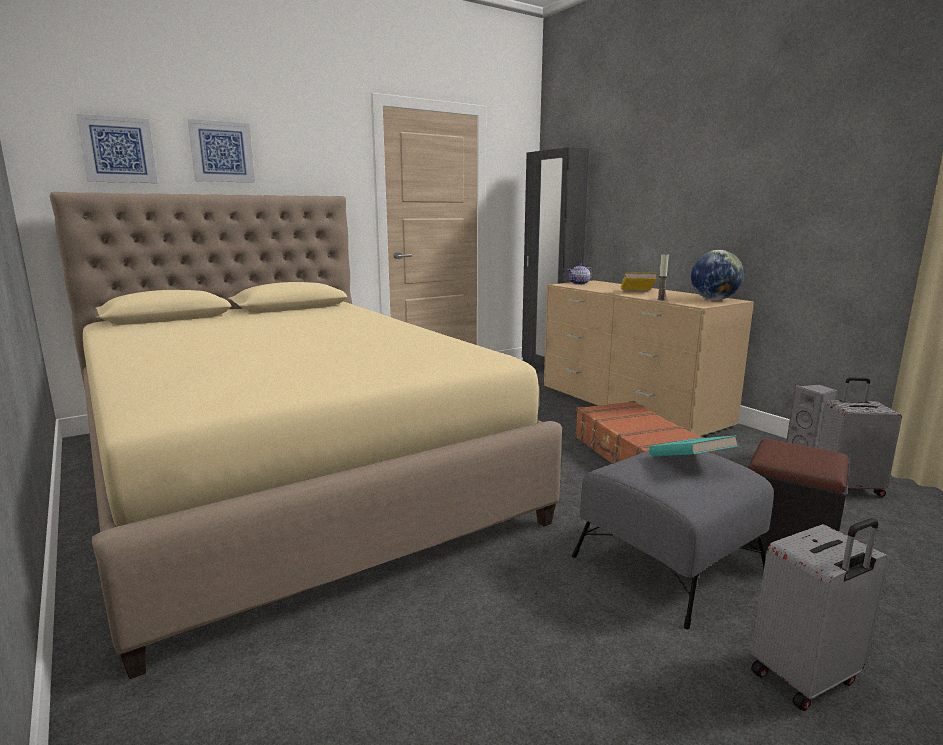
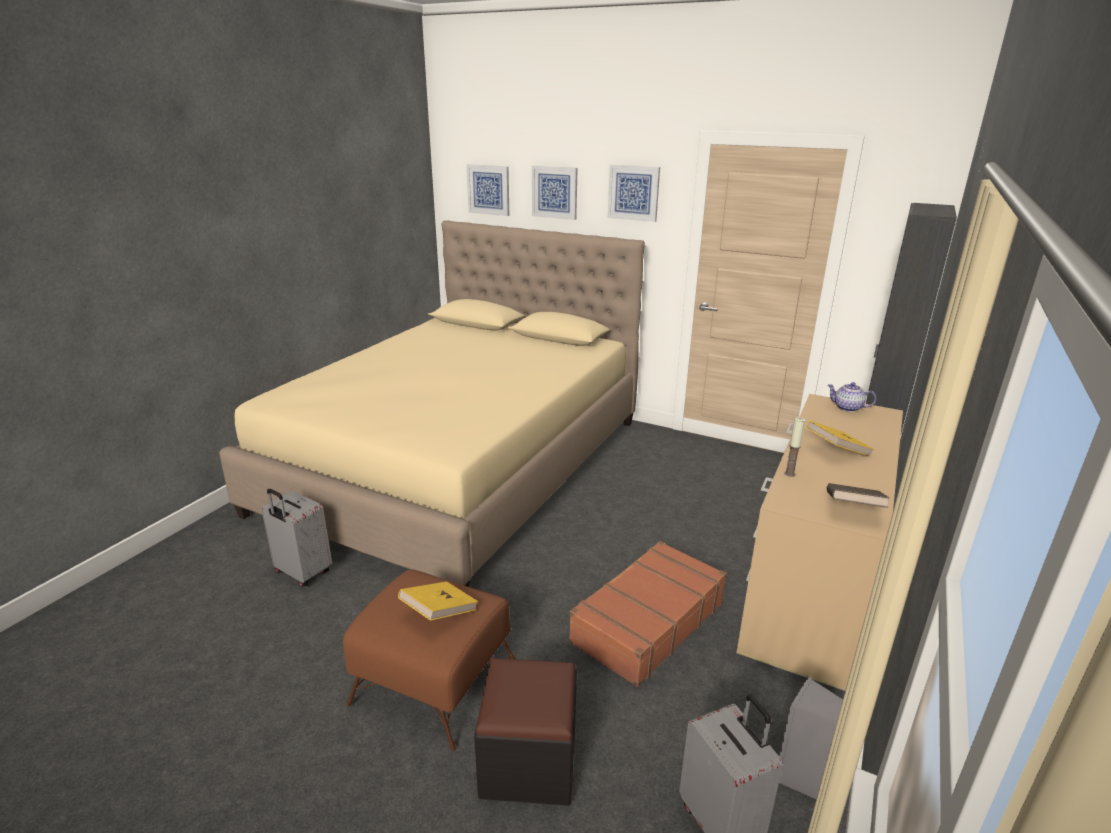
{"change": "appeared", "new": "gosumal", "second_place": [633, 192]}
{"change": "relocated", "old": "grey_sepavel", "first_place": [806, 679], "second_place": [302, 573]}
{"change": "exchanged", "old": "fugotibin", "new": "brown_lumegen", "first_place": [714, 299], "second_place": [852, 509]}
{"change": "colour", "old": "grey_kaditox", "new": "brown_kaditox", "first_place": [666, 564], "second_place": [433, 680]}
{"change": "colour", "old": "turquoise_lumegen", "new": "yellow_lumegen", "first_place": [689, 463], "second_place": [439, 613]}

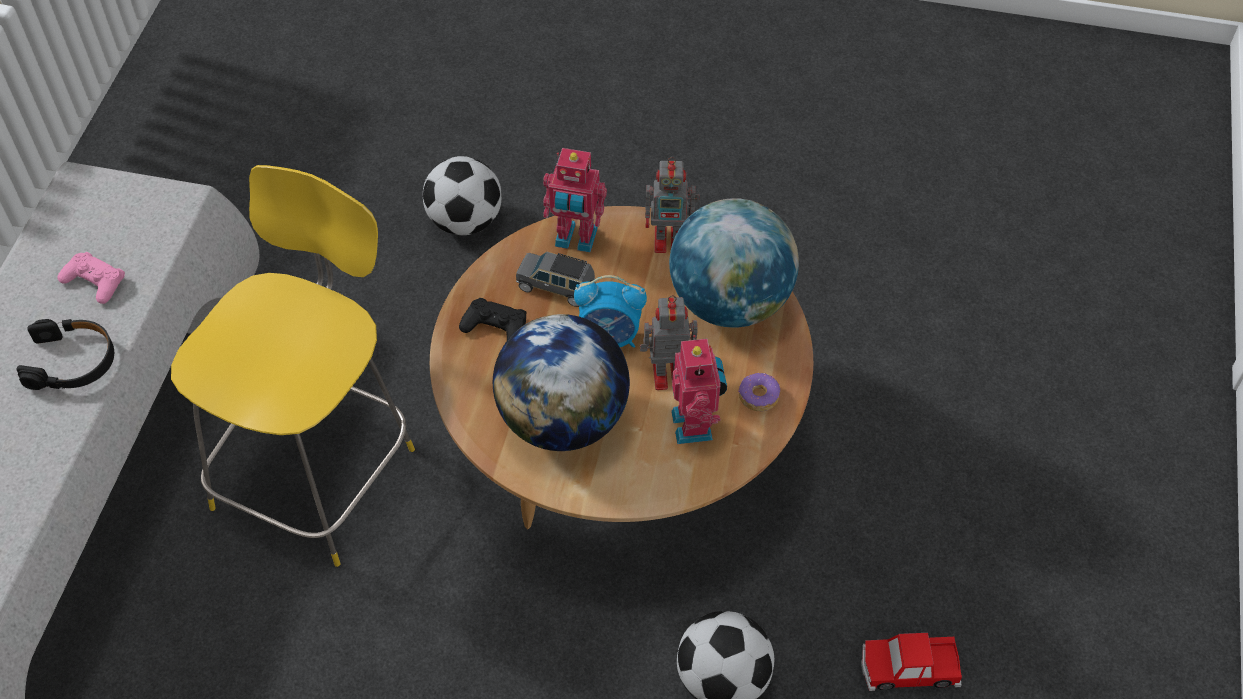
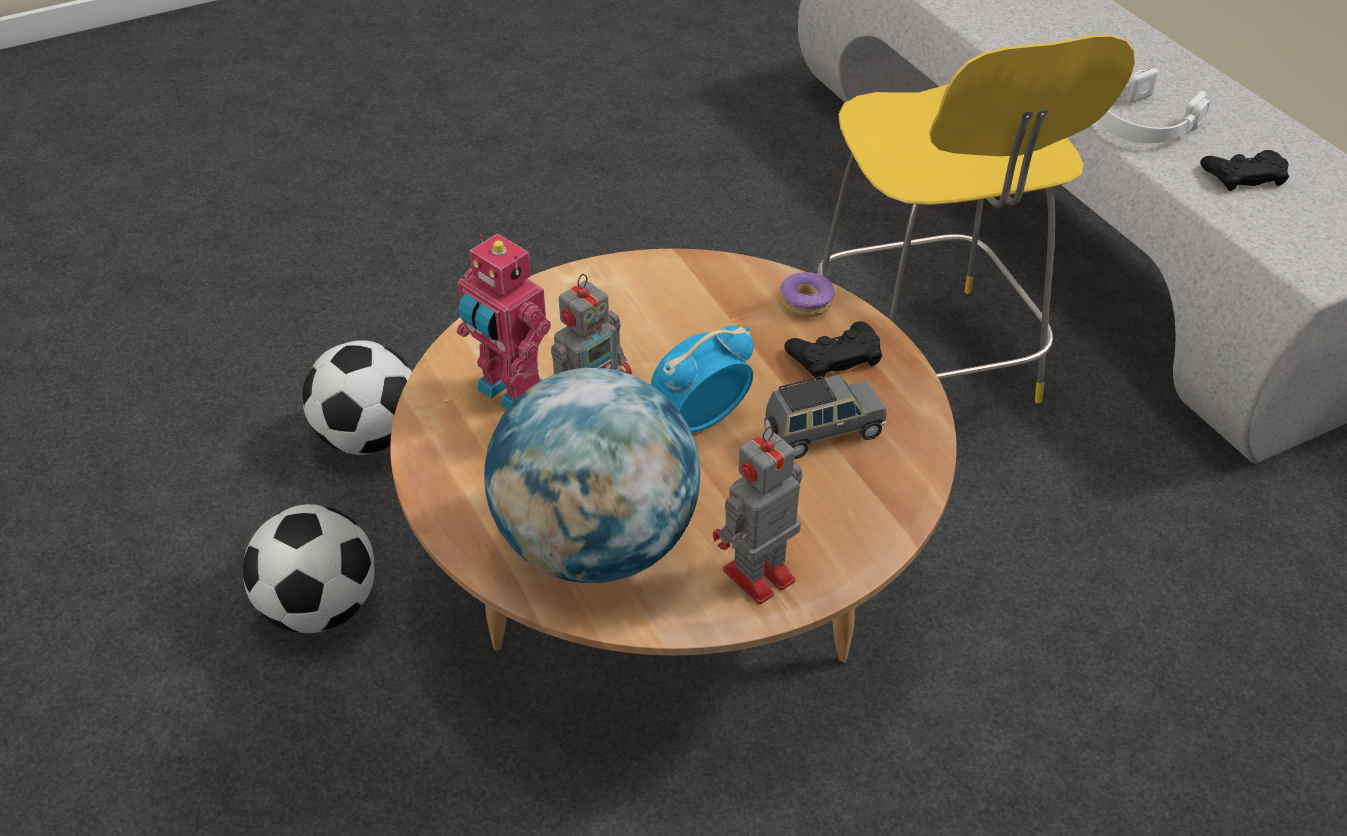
{"change": "missing", "old": "fugotibin", "first_place": [563, 419]}
{"change": "missing", "old": "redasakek", "first_place": [575, 239]}
{"change": "missing", "old": "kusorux", "first_place": [909, 668]}
{"change": "relocated", "old": "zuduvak", "first_place": [465, 221], "second_place": [321, 608]}
{"change": "relocated", "old": "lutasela", "first_place": [758, 396], "second_place": [806, 302]}
{"change": "colour", "old": "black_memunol", "new": "white_memunol", "first_place": [72, 361], "second_place": [1144, 123]}
{"change": "colour", "old": "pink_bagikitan", "new": "black_bagikitan", "first_place": [94, 281], "second_place": [1244, 175]}

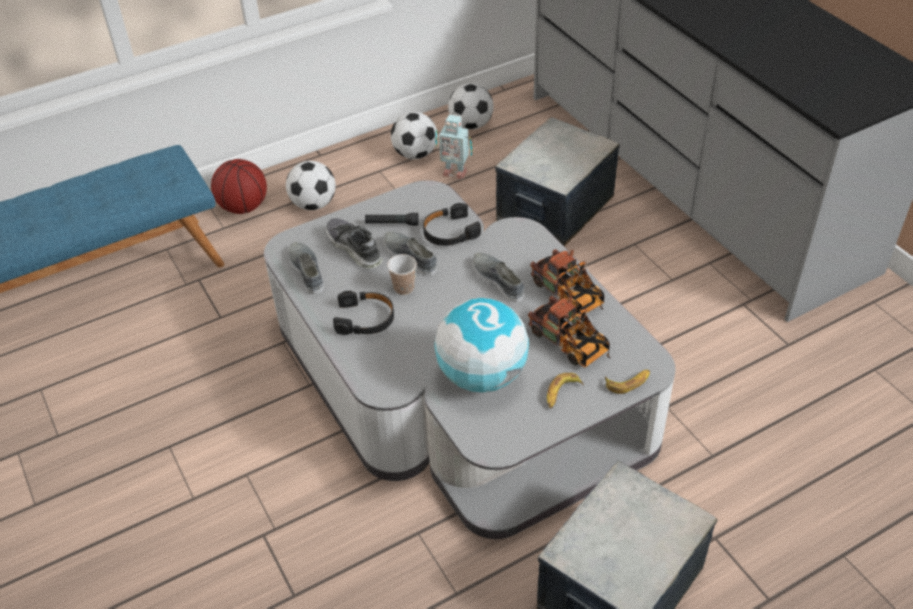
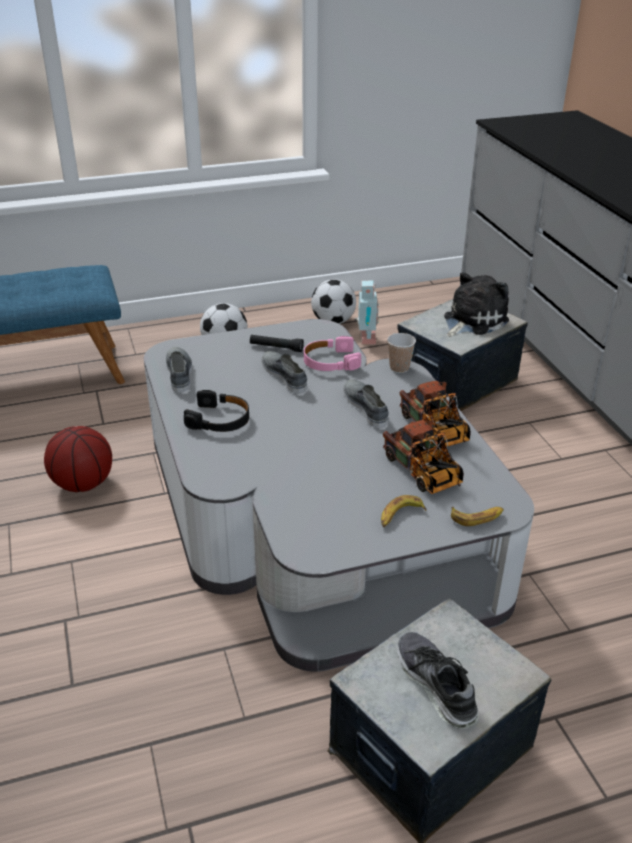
{"change": "missing", "old": "fugotibin", "first_place": [481, 375]}
{"change": "missing", "old": "zuduvak", "first_place": [471, 125]}
{"change": "appeared", "new": "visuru", "second_place": [472, 321]}
{"change": "relocated", "old": "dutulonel", "first_place": [243, 206], "second_place": [83, 483]}
{"change": "relocated", "old": "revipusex", "first_place": [354, 248], "second_place": [435, 685]}
{"change": "relocated", "old": "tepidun", "first_place": [404, 288], "second_place": [399, 368]}
{"change": "colour", "old": "black_memunol", "new": "pink_memunol", "first_place": [449, 232], "second_place": [330, 362]}
{"change": "spun", "old": "redasakek", "first_place": [454, 172], "second_place": [366, 340], "degrees": -120}

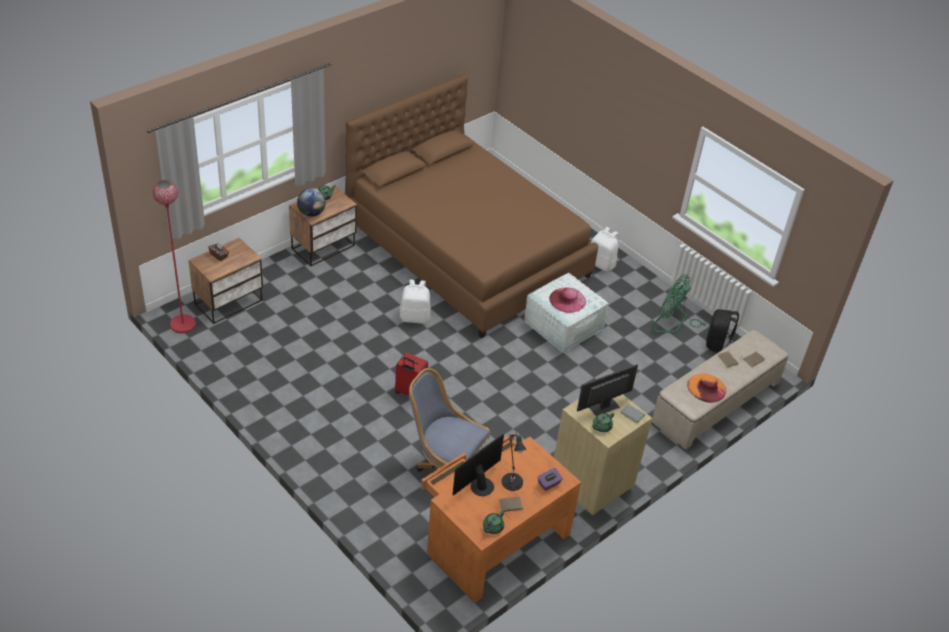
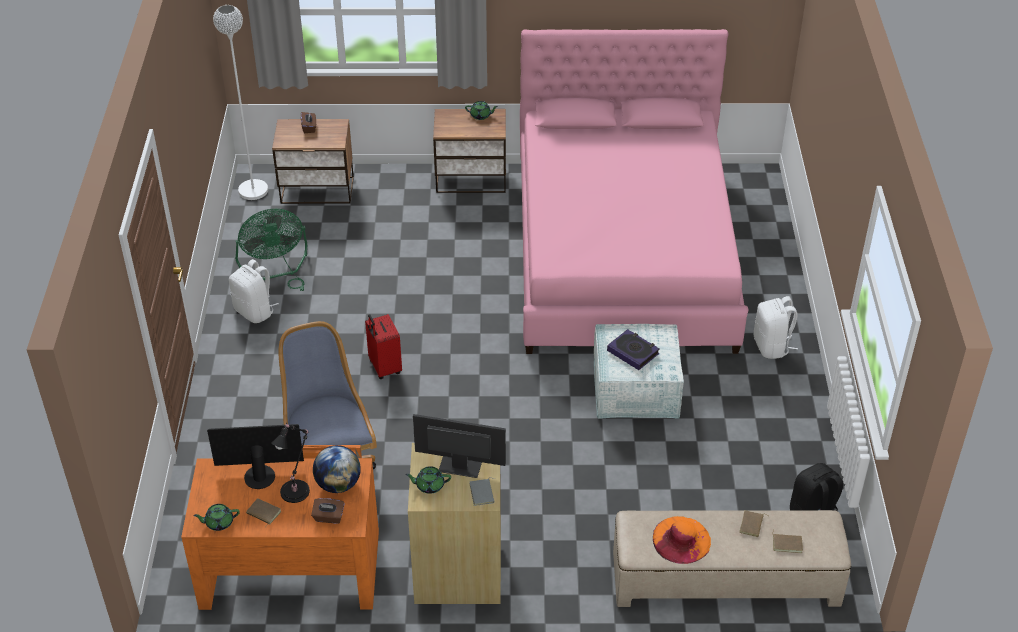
{"change": "relocated", "old": "fugotibin", "first_place": [311, 213], "second_place": [338, 484]}
{"change": "relocated", "old": "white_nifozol", "first_place": [415, 317], "second_place": [255, 311]}
{"change": "relocated", "old": "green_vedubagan", "first_place": [674, 320], "second_place": [279, 270]}
{"change": "exchanged", "old": "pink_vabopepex", "new": "lumegen", "first_place": [567, 300], "second_place": [633, 352]}
{"change": "colour", "old": "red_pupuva", "new": "white_pupuva", "first_place": [183, 324], "second_place": [253, 190]}
{"change": "colour", "old": "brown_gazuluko", "new": "pink_gazuluko", "first_place": [466, 249], "second_place": [624, 253]}
{"change": "colour", "old": "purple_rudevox", "new": "brown_rudevox", "first_place": [549, 484], "second_place": [328, 517]}

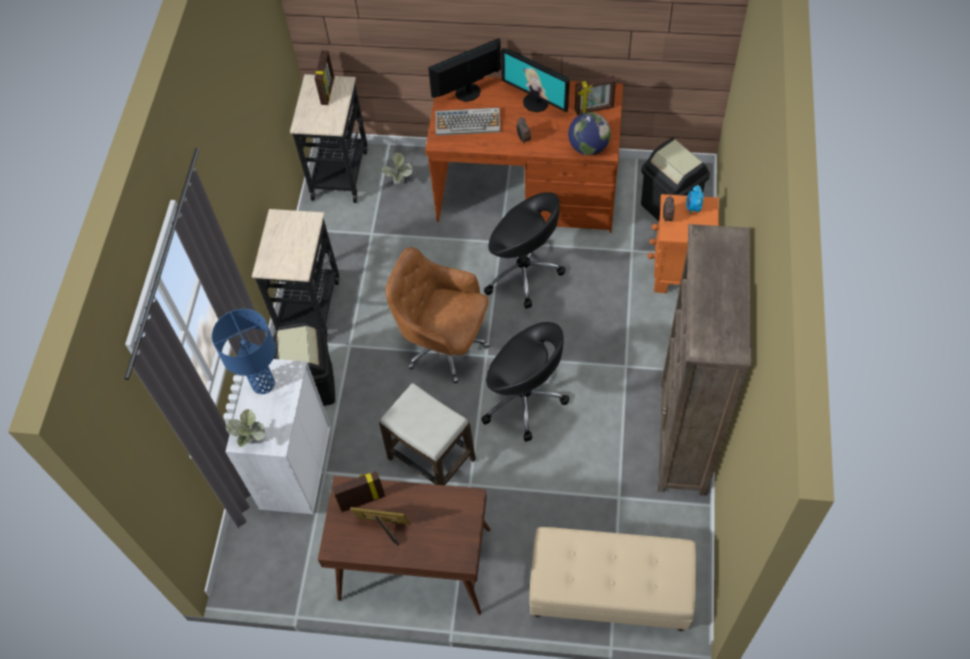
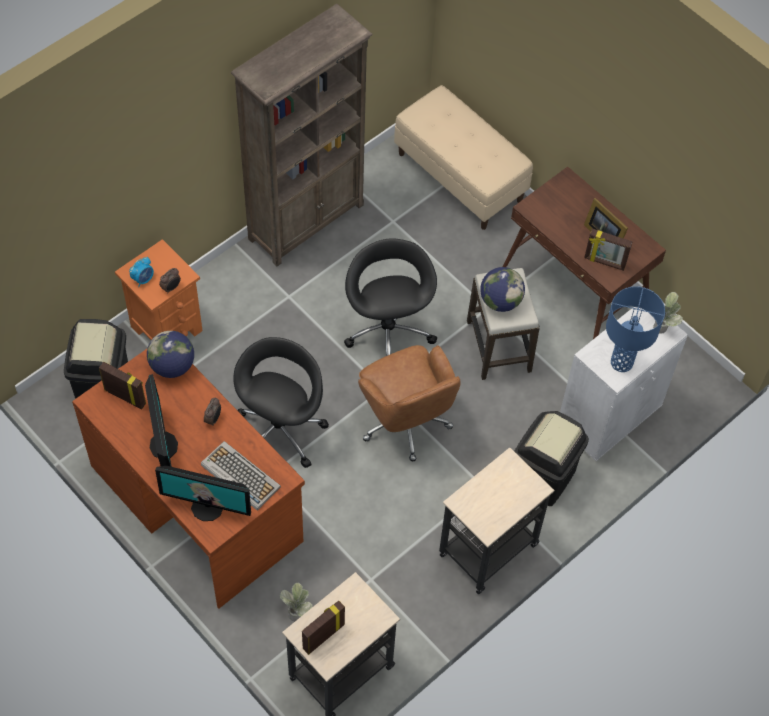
{"change": "appeared", "new": "fugotibin", "second_place": [500, 301]}
{"change": "spun", "old": "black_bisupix", "first_place": [524, 273], "second_place": [281, 429], "degrees": 45}

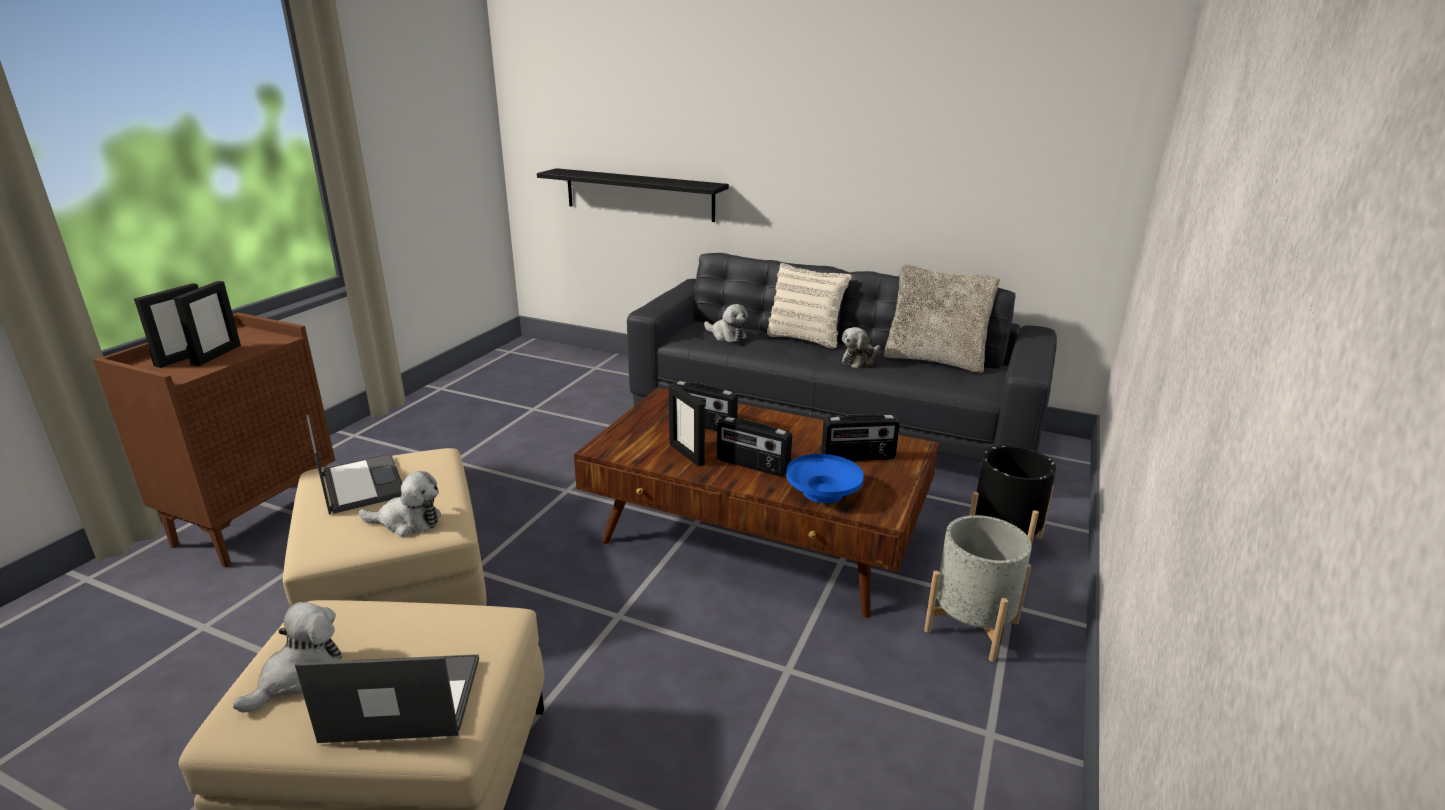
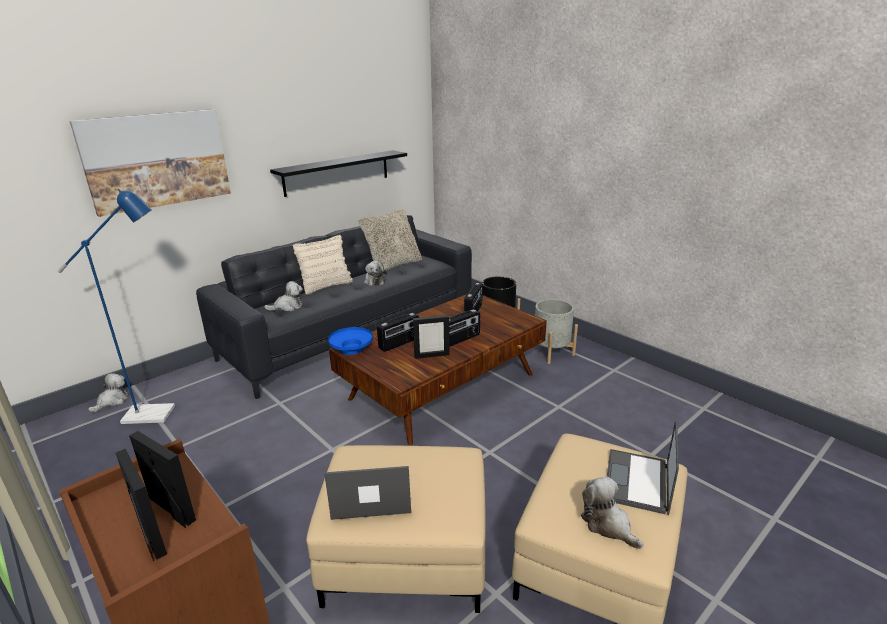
{"change": "appeared", "new": "blue_pupuva", "second_place": [157, 414]}
{"change": "appeared", "new": "gosumal", "second_place": [157, 160]}
{"change": "relocated", "old": "visuru", "first_place": [407, 522], "second_place": [112, 401]}
{"change": "relocated", "old": "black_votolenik", "first_place": [639, 194], "second_place": [337, 172]}
{"change": "relocated", "old": "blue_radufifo", "first_place": [823, 493], "second_place": [351, 349]}

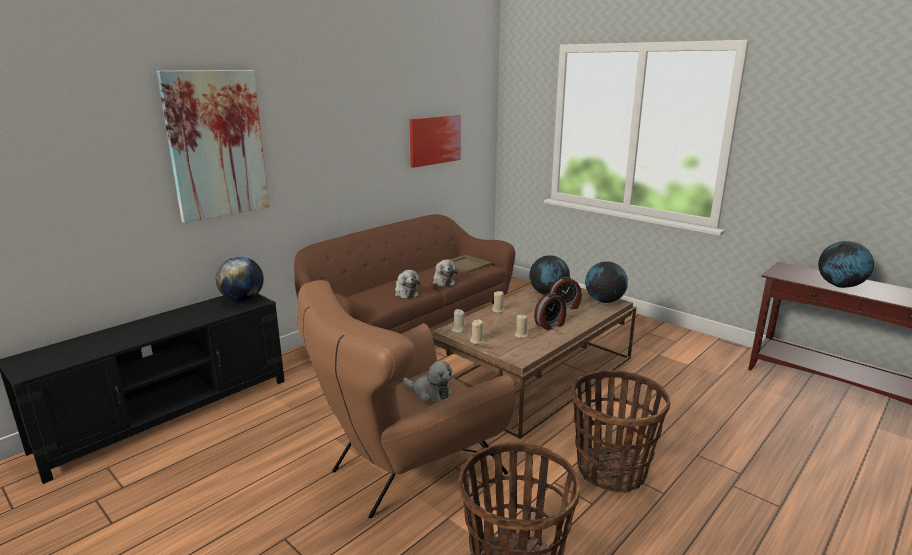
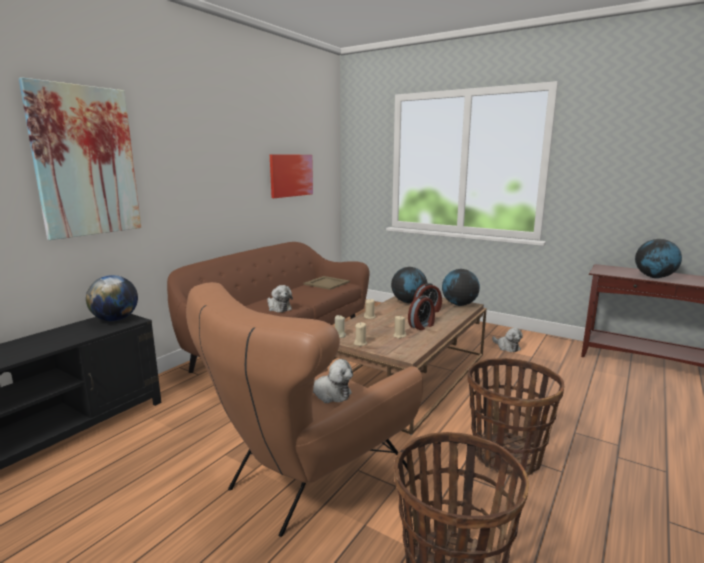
{"change": "relocated", "old": "visuru", "first_place": [443, 281], "second_place": [507, 347]}

